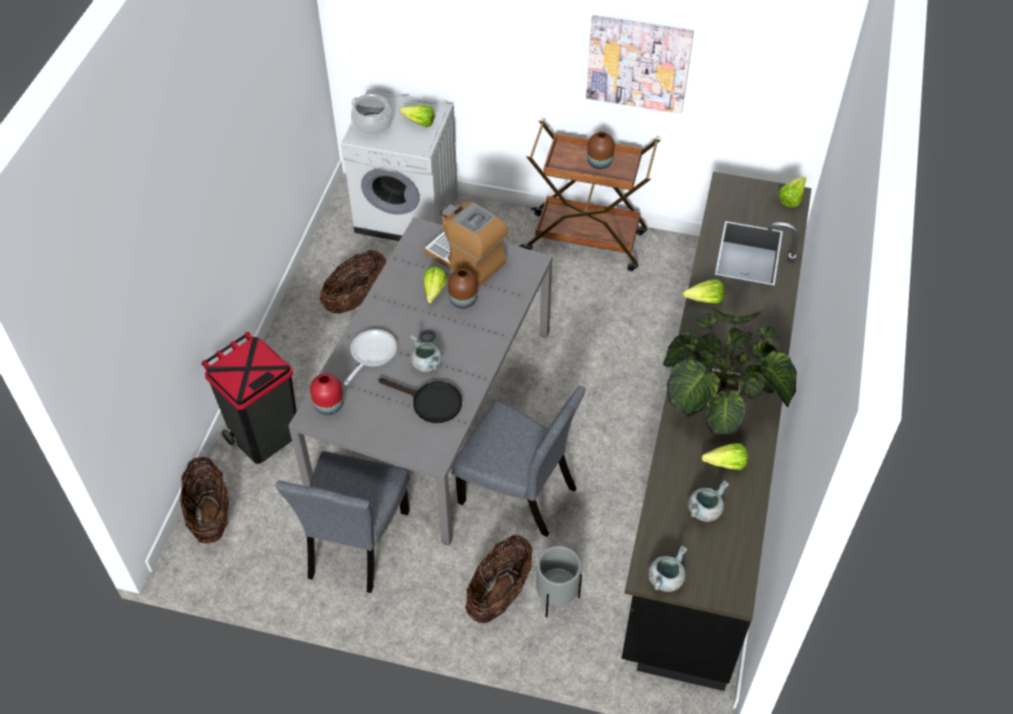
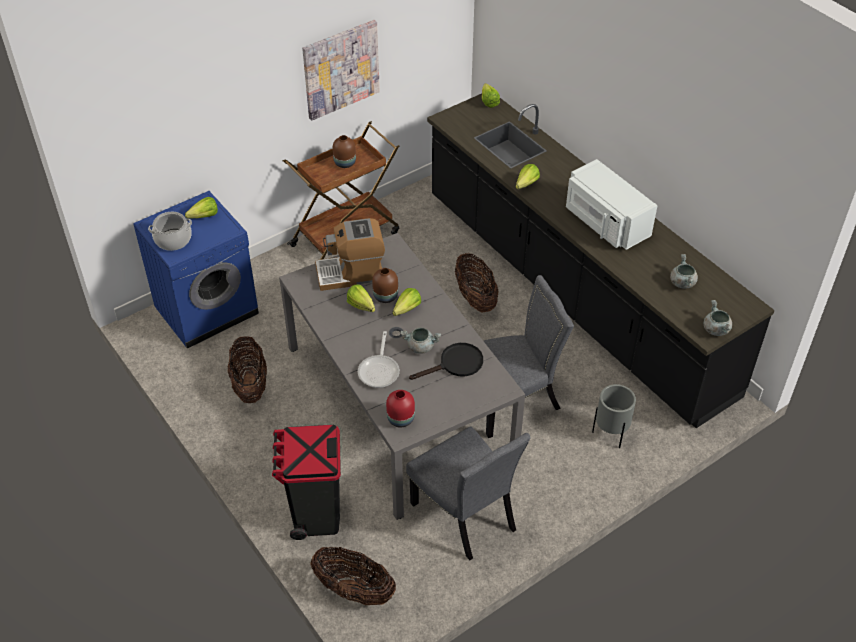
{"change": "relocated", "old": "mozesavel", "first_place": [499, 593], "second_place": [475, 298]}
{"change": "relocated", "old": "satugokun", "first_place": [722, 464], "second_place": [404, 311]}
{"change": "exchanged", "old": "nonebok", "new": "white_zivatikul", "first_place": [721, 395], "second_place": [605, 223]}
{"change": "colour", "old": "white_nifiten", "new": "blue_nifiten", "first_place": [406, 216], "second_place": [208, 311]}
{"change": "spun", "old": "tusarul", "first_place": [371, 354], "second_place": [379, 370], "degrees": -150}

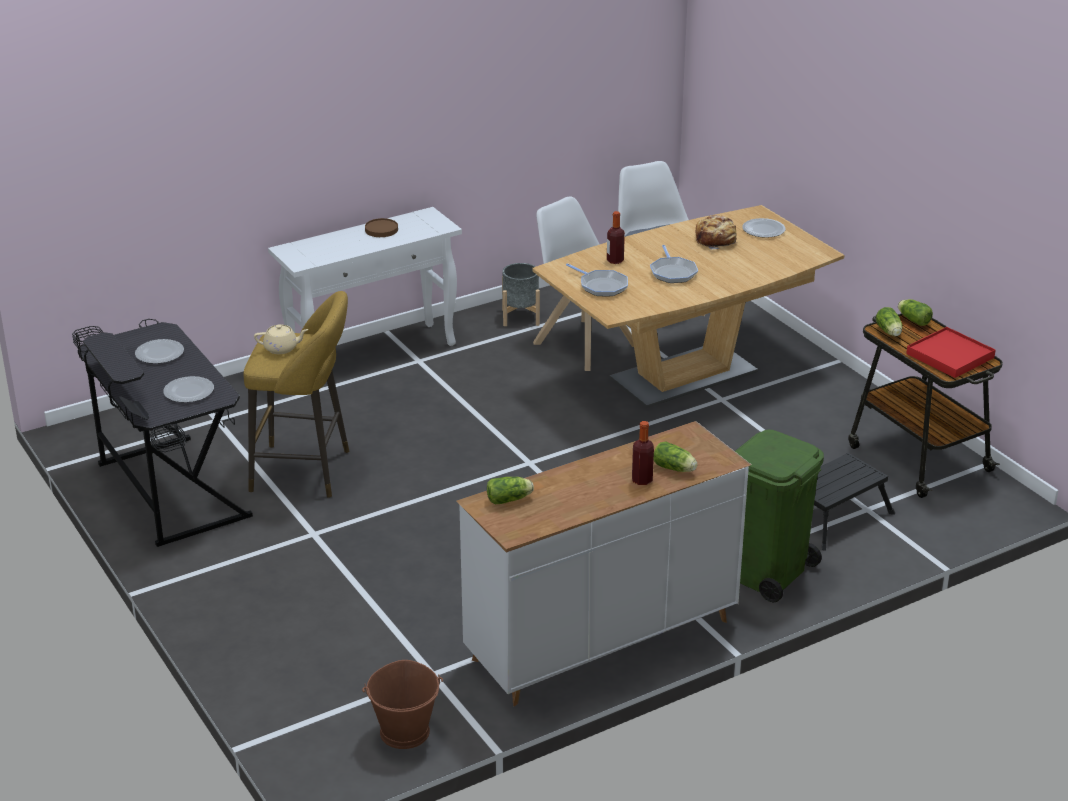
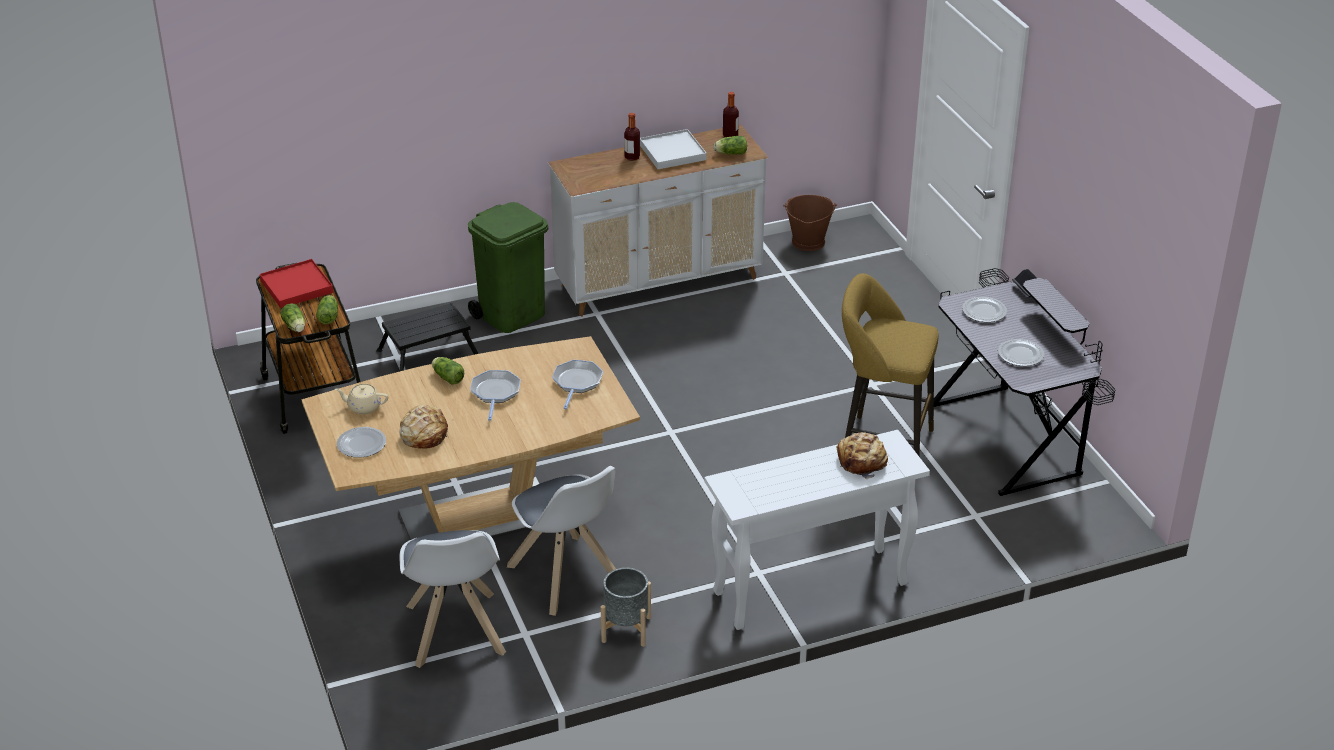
{"change": "missing", "old": "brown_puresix", "first_place": [381, 230]}
{"change": "appeared", "new": "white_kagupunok", "second_place": [672, 152]}
{"change": "appeared", "new": "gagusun", "second_place": [862, 461]}
{"change": "relocated", "old": "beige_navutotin", "first_place": [281, 348], "second_place": [363, 407]}
{"change": "relocated", "old": "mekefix", "first_place": [615, 261], "second_place": [730, 136]}
{"change": "relocated", "old": "satugokun", "first_place": [675, 469], "second_place": [447, 377]}
{"change": "spun", "old": "tusarul", "first_place": [601, 286], "second_place": [577, 383], "degrees": 45}

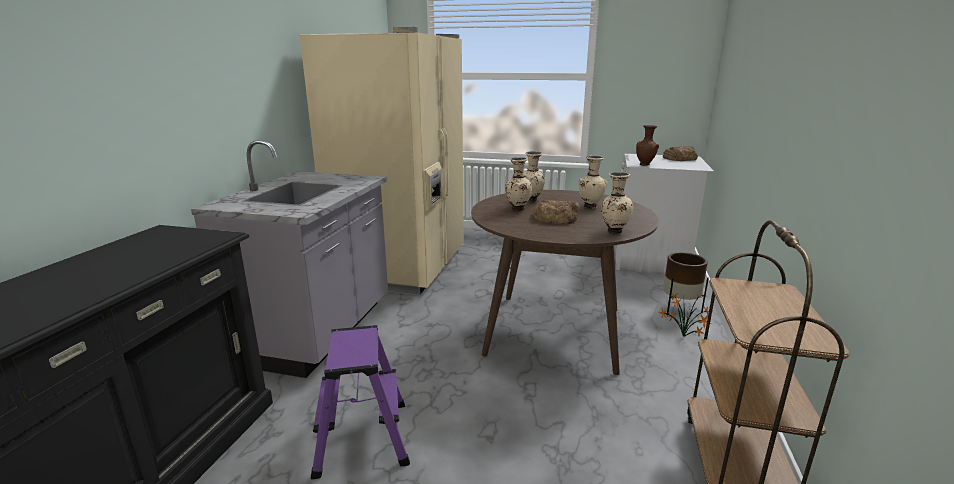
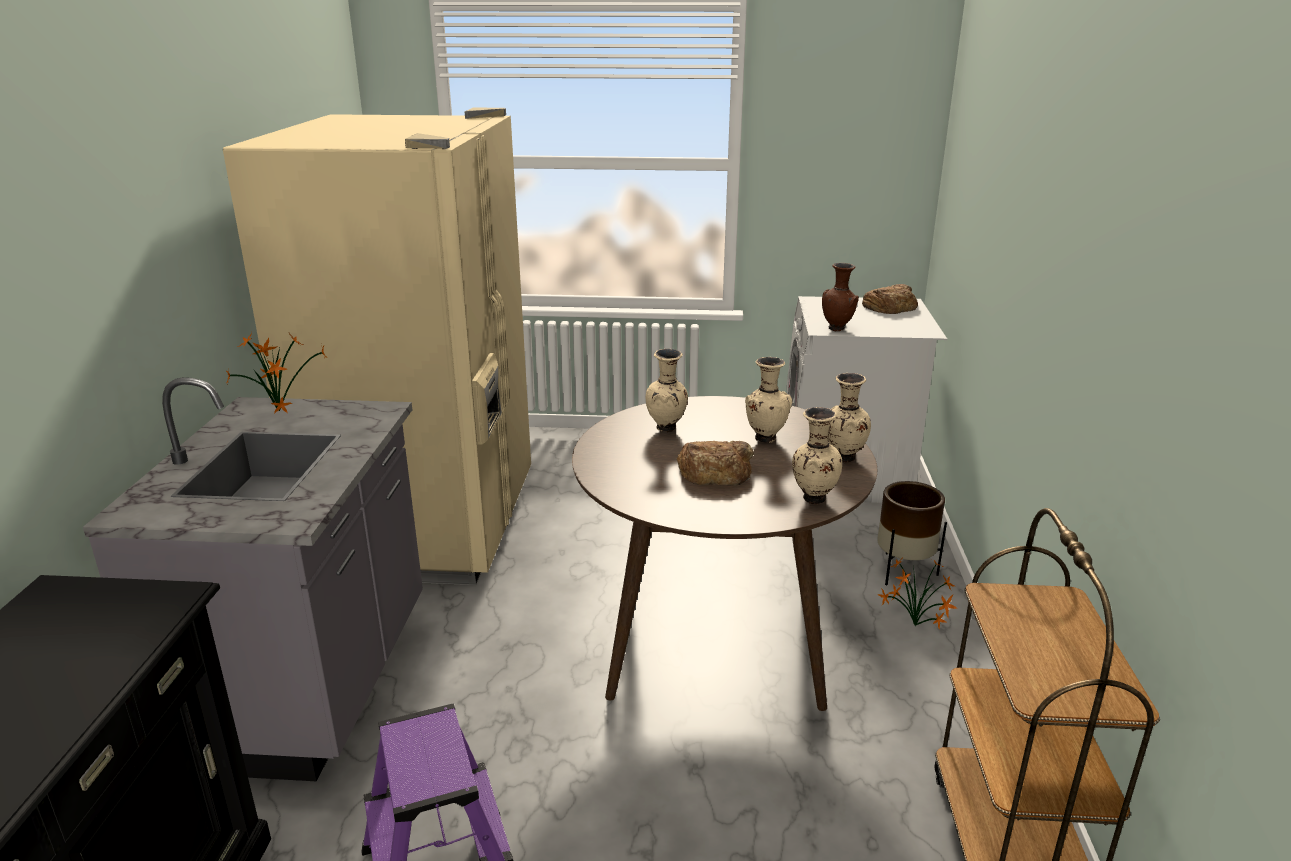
{"change": "appeared", "new": "nonebok", "second_place": [280, 411]}
{"change": "relocated", "old": "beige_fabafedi", "first_place": [517, 209], "second_place": [843, 457]}

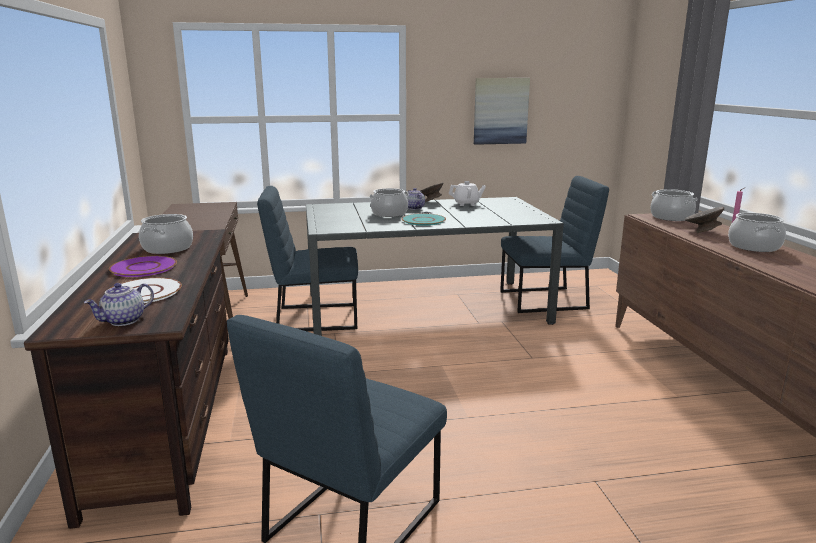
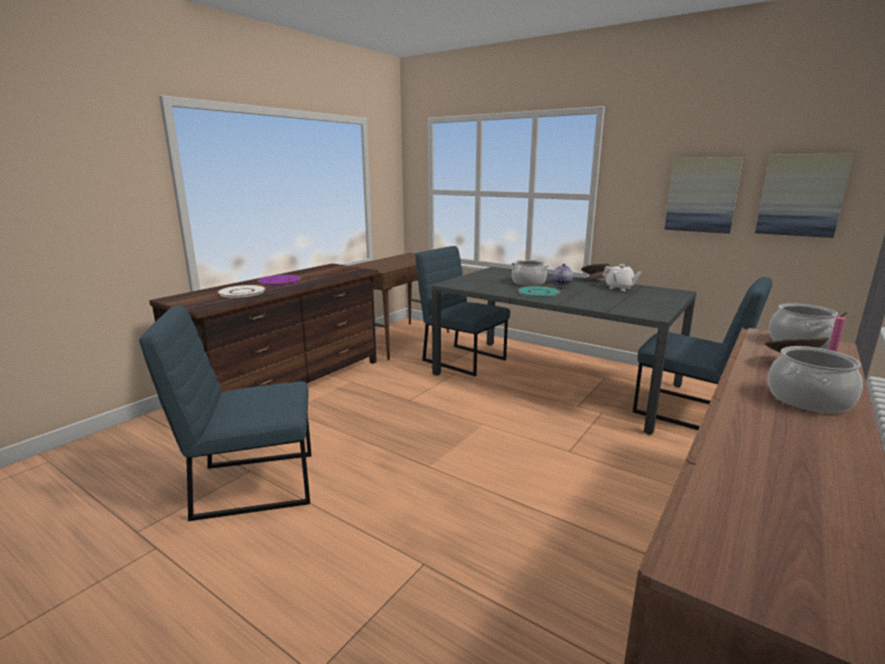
{"change": "missing", "old": "navutotin", "first_place": [124, 321]}
{"change": "missing", "old": "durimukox", "first_place": [167, 248]}
{"change": "appeared", "new": "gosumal", "second_place": [801, 195]}

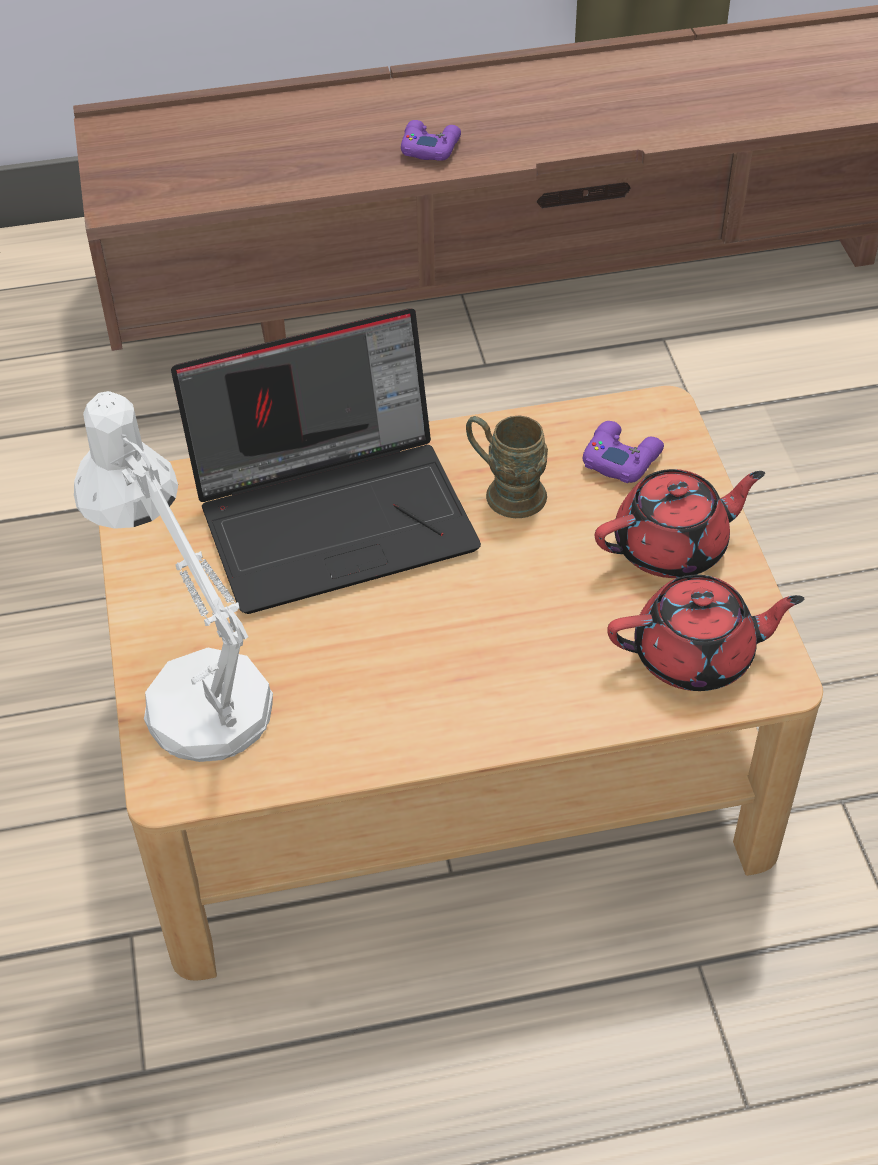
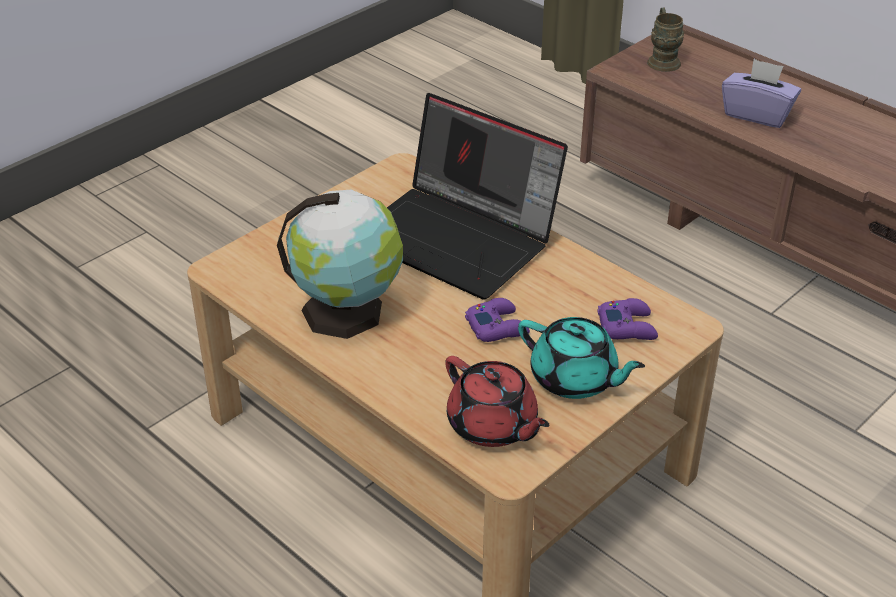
{"change": "missing", "old": "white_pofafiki", "first_place": [194, 691]}
{"change": "appeared", "new": "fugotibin", "second_place": [347, 311]}
{"change": "appeared", "new": "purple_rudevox", "second_place": [757, 114]}
{"change": "relocated", "old": "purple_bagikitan", "first_place": [430, 147], "second_place": [497, 327]}
{"change": "relocated", "old": "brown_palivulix", "first_place": [505, 491], "second_place": [662, 60]}
{"change": "colour", "old": "red_navutotin", "new": "turquoise_navutotin", "first_place": [672, 547], "second_place": [575, 379]}

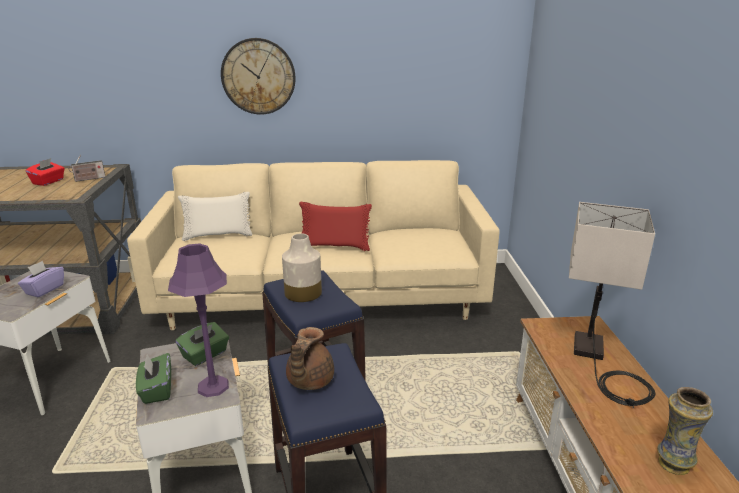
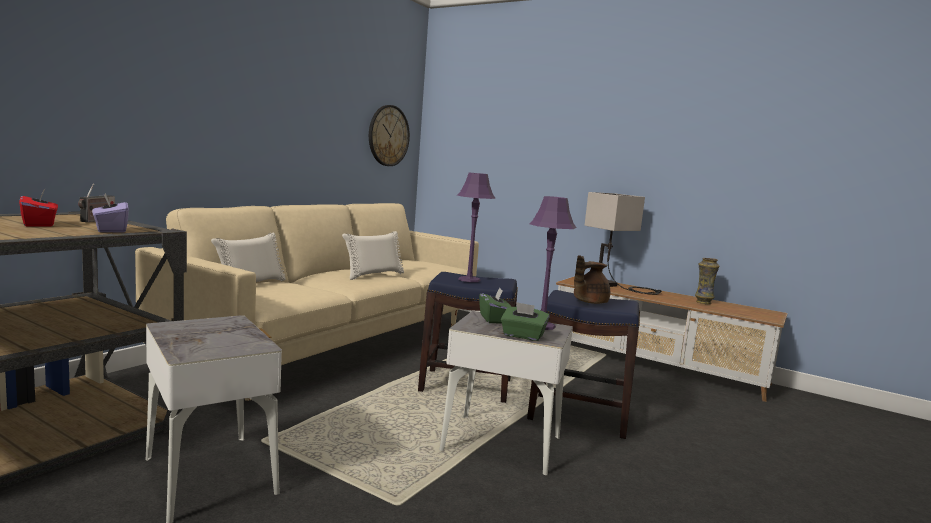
{"change": "relocated", "old": "purple_rudevox", "first_place": [44, 289], "second_place": [110, 230]}
{"change": "relocated", "old": "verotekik", "first_place": [258, 76], "second_place": [388, 135]}
{"change": "exchanged", "old": "beige_fabafedi", "new": "purple_pofafiki", "first_place": [303, 293], "second_place": [469, 279]}
{"change": "colour", "old": "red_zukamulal", "new": "white_zukamulal", "first_place": [335, 246], "second_place": [373, 275]}
{"change": "spun", "old": "brown_navutotin", "first_place": [308, 381], "second_place": [588, 302], "degrees": 90}

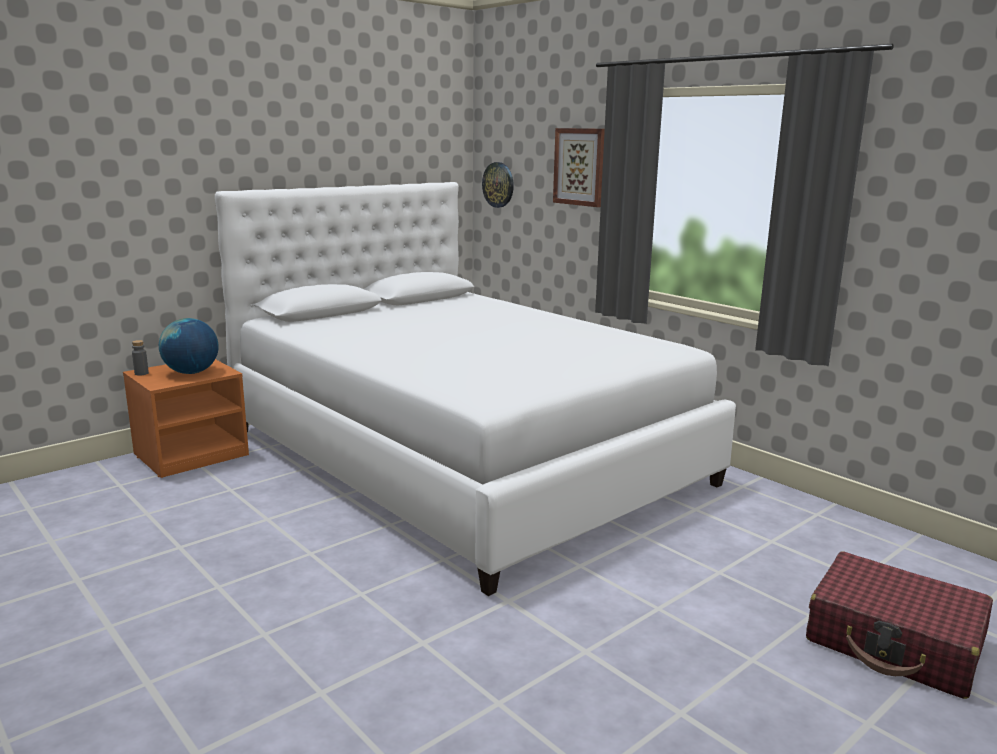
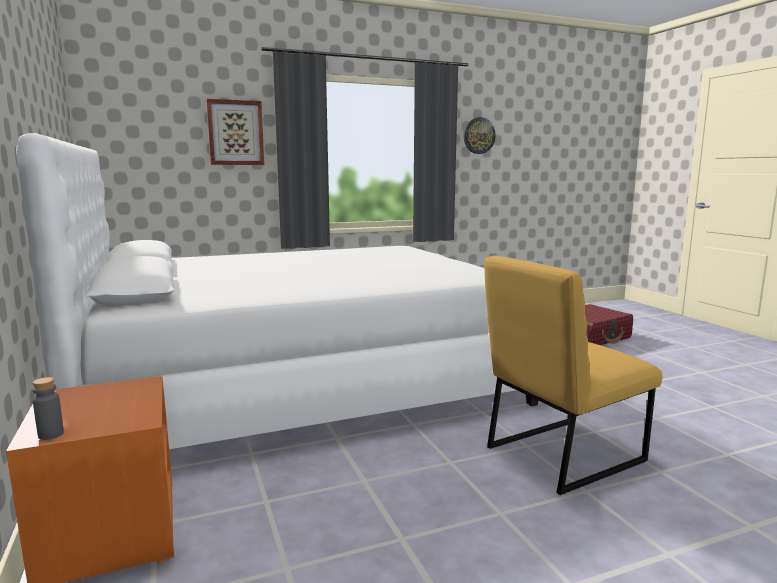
{"change": "missing", "old": "fugotibin", "first_place": [191, 372]}
{"change": "appeared", "new": "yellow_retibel", "second_place": [561, 454]}
{"change": "relocated", "old": "verotekik", "first_place": [498, 184], "second_place": [478, 135]}

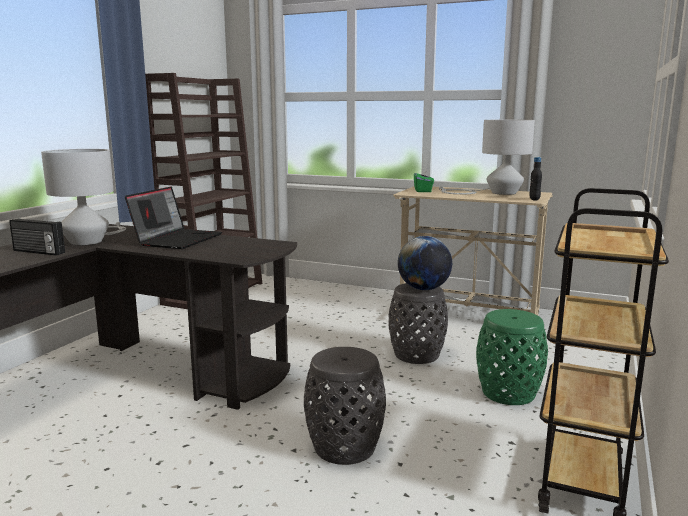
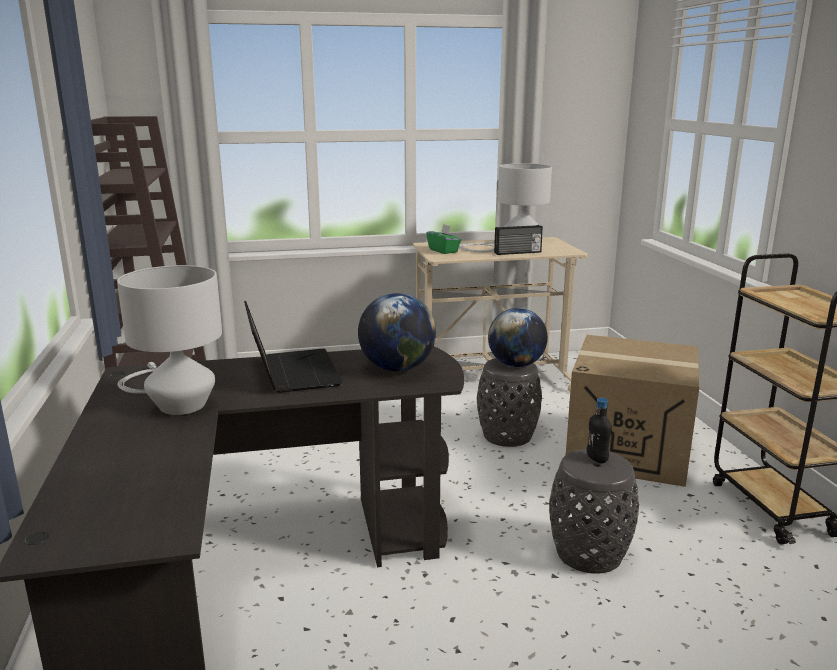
{"change": "appeared", "new": "fugotibin", "second_place": [397, 368]}
{"change": "relocated", "old": "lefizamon", "first_place": [38, 252], "second_place": [518, 253]}
{"change": "relocated", "old": "black_mekefix", "first_place": [534, 199], "second_place": [597, 459]}
{"change": "exchanged", "old": "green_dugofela", "new": "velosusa", "first_place": [508, 393], "second_place": [628, 450]}

